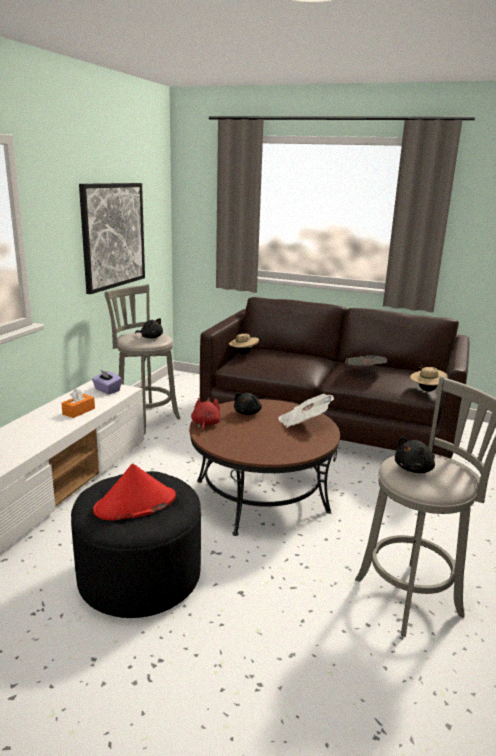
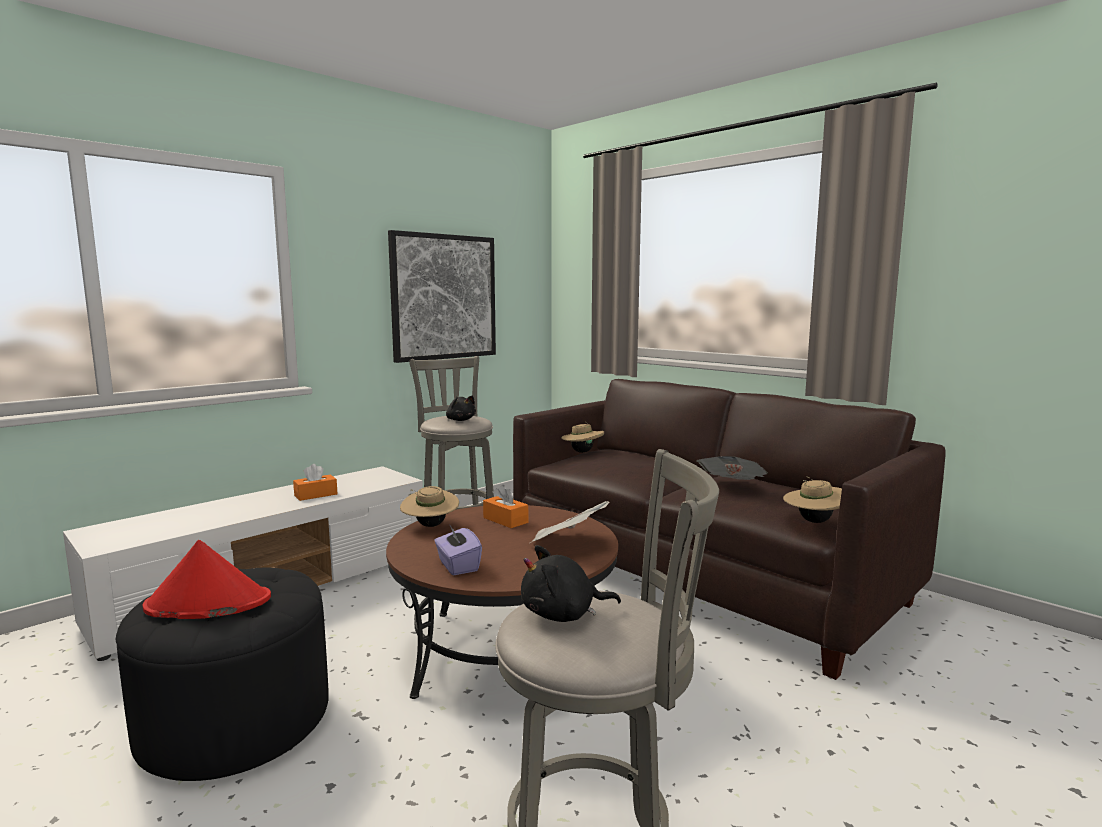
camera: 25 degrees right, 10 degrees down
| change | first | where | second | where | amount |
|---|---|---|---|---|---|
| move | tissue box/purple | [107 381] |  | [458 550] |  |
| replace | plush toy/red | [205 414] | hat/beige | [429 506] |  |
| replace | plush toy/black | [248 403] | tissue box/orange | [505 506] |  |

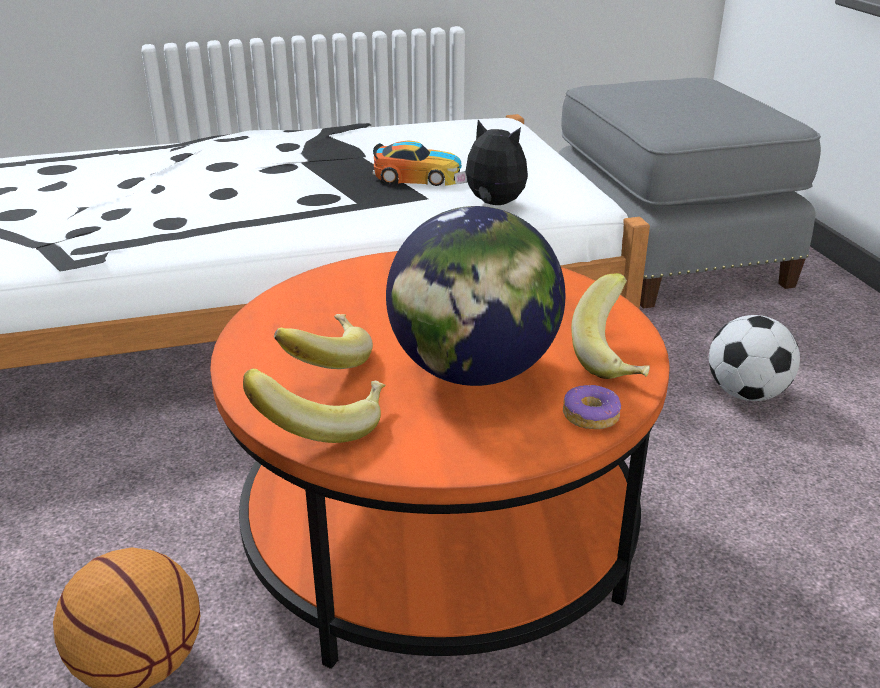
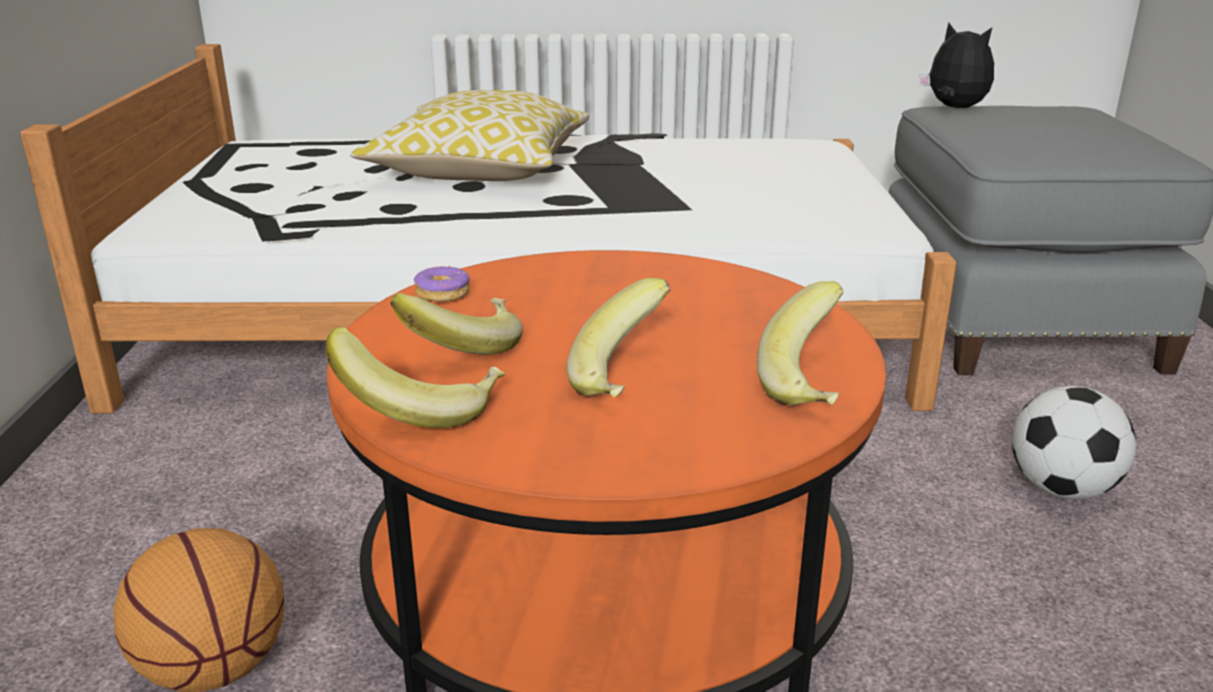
camera: 15 degrees right, 5 degrees down
| change | first | where | second | where | amount |
|---|---|---|---|---|---|
| delete | toy car | [417 163] |  |  |  |
| replace | globe | [476 296] | banana | [618 338] |  |
| move | plush toy | [491 162] |  | [956 65] |  |
| move | donut | [592 407] |  | [442 284] |  |
| insert |  |  | pillow | [470 135] |  |

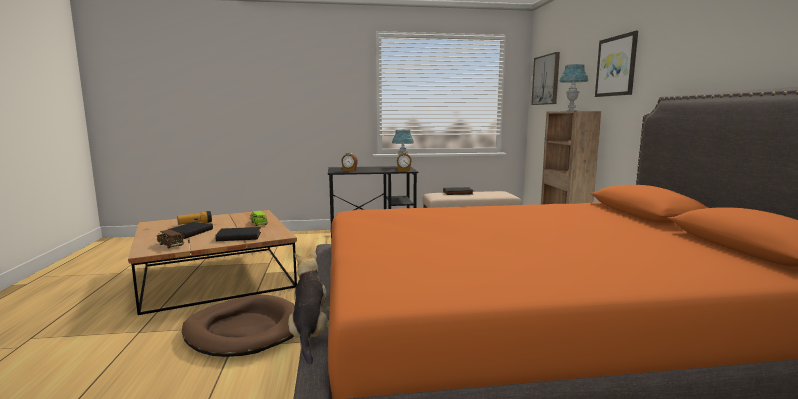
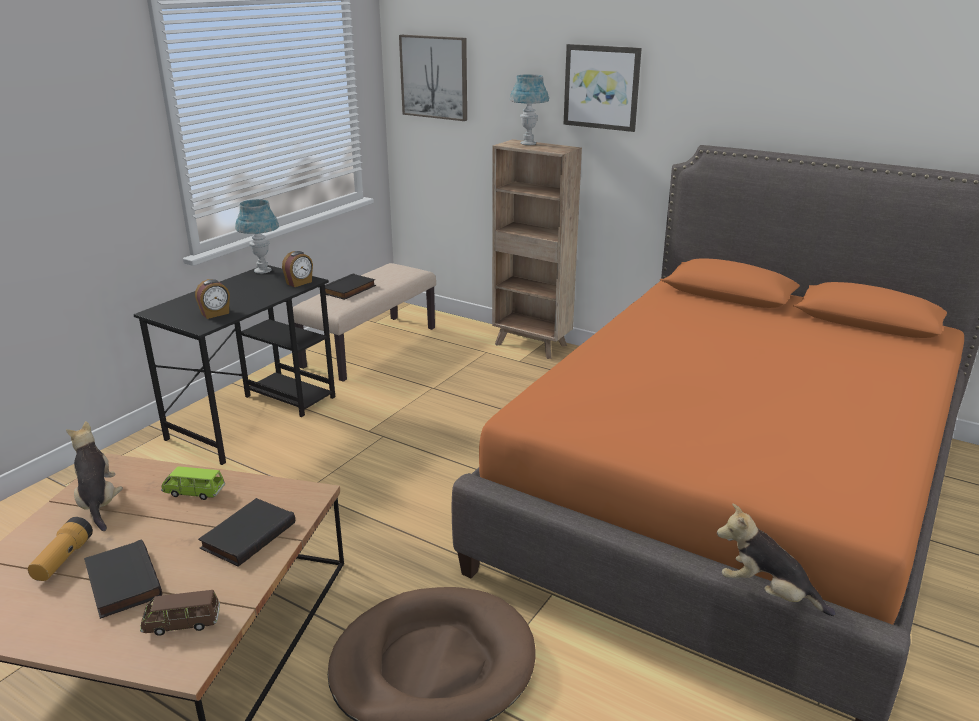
camera: 50 degrees left, 15 degrees up
| change | first | where | second | where | amount |
|---|---|---|---|---|---|
| insert |  |  | plush toy | [94 476] |  |

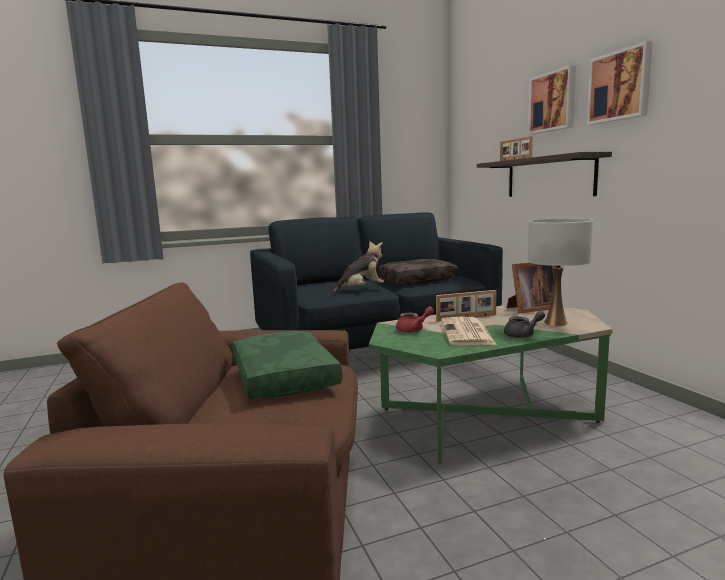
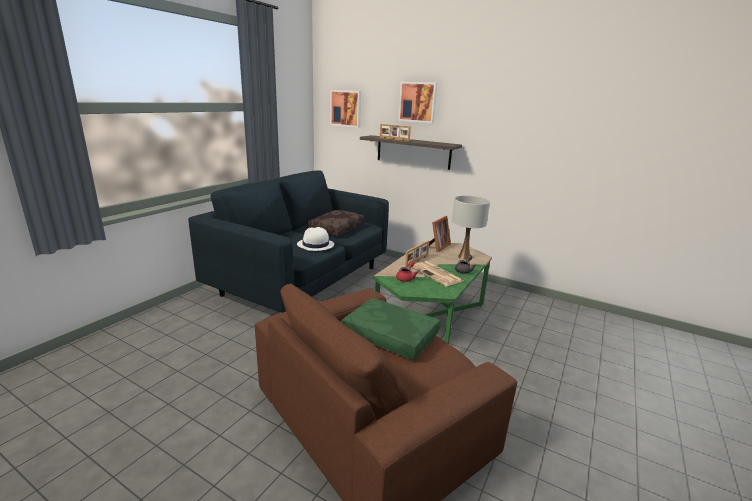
camera: 40 degrees left, 10 degrees up
| change | first | where | second | where | amount |
|---|---|---|---|---|---|
| replace | plush toy | [358 268] | hat/white | [315 239] |  |
| move | picture | [620 83] |  | [345 109] |  |

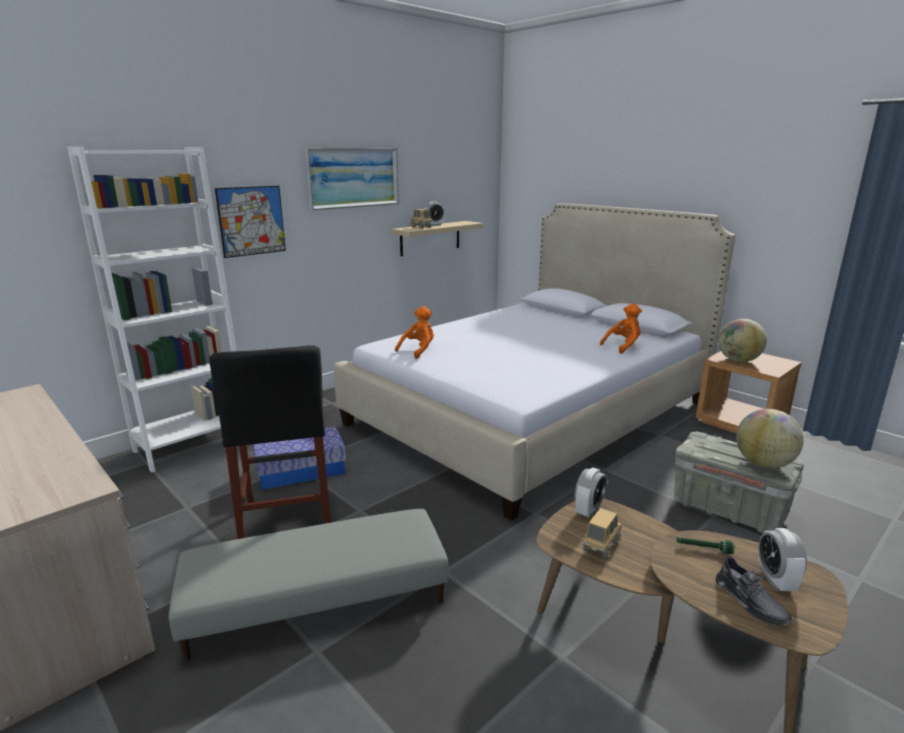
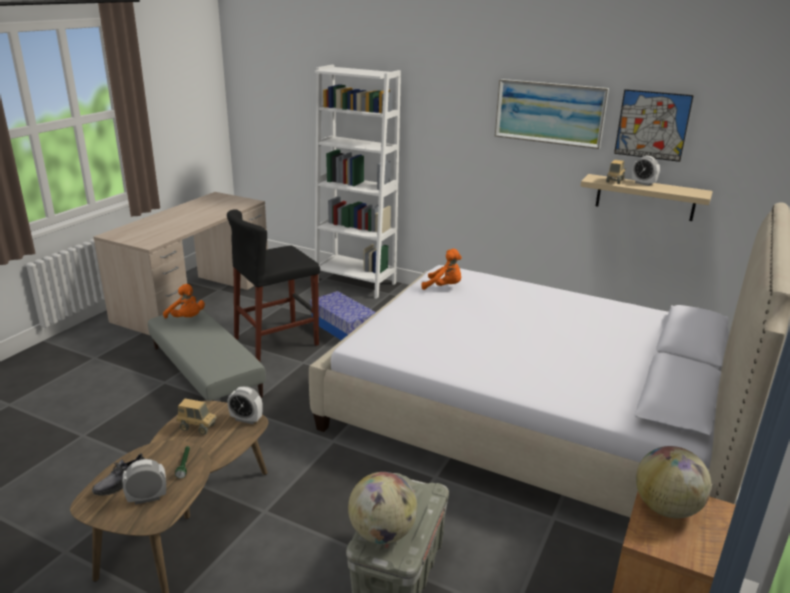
camera: 70 degrees right, 5 degrees up
| change | first | where | second | where | amount |
|---|---|---|---|---|---|
| move | picture | [250 222] |  | [654 125] |  |
| move | plush toy/orange | [621 329] |  | [184 301] |  |

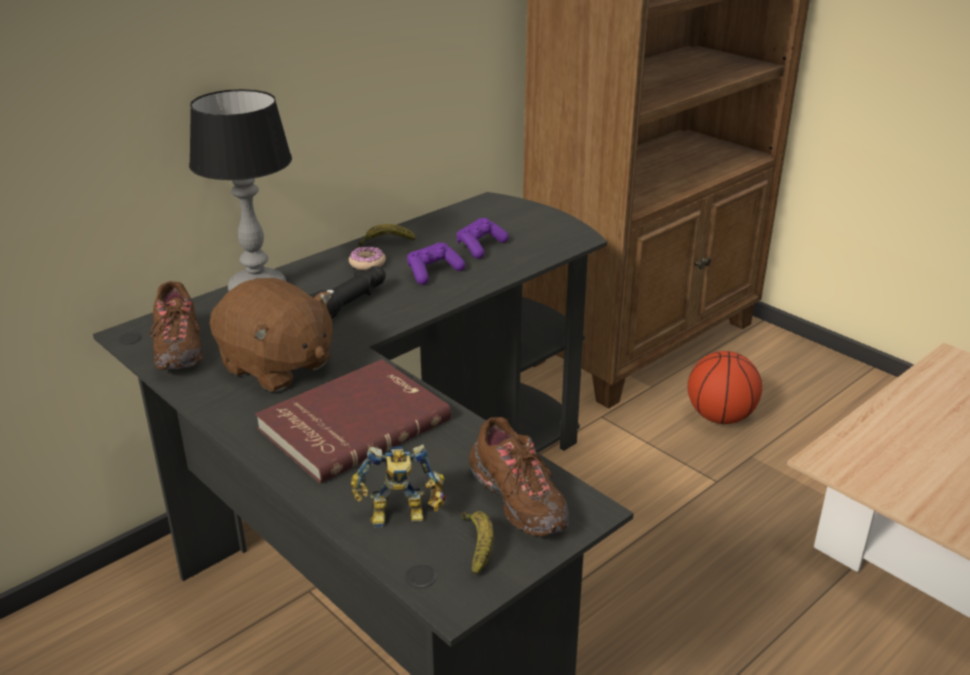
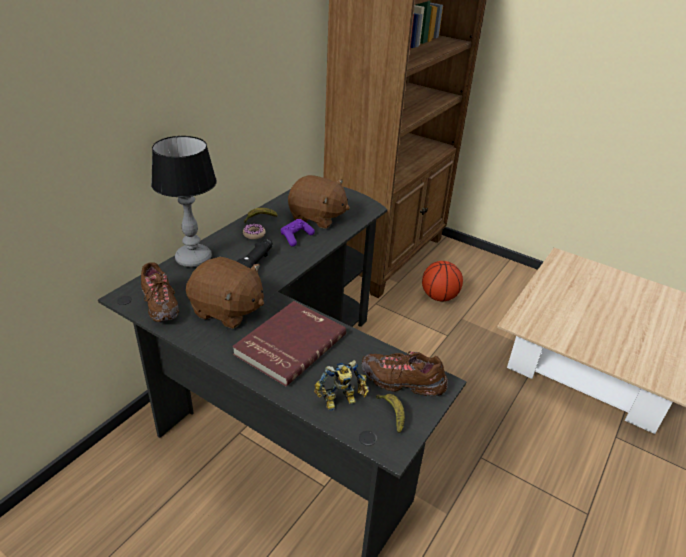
camera: 15 degrees left, 5 degrees up
| change | first | where | second | where | amount |
|---|---|---|---|---|---|
| replace | game controller/purple | [482 238] | plush toy/brown | [319 202] |  |
| rotate | shoe/brown | [519 476] |  | [404 373] | 150 degrees clockwise |

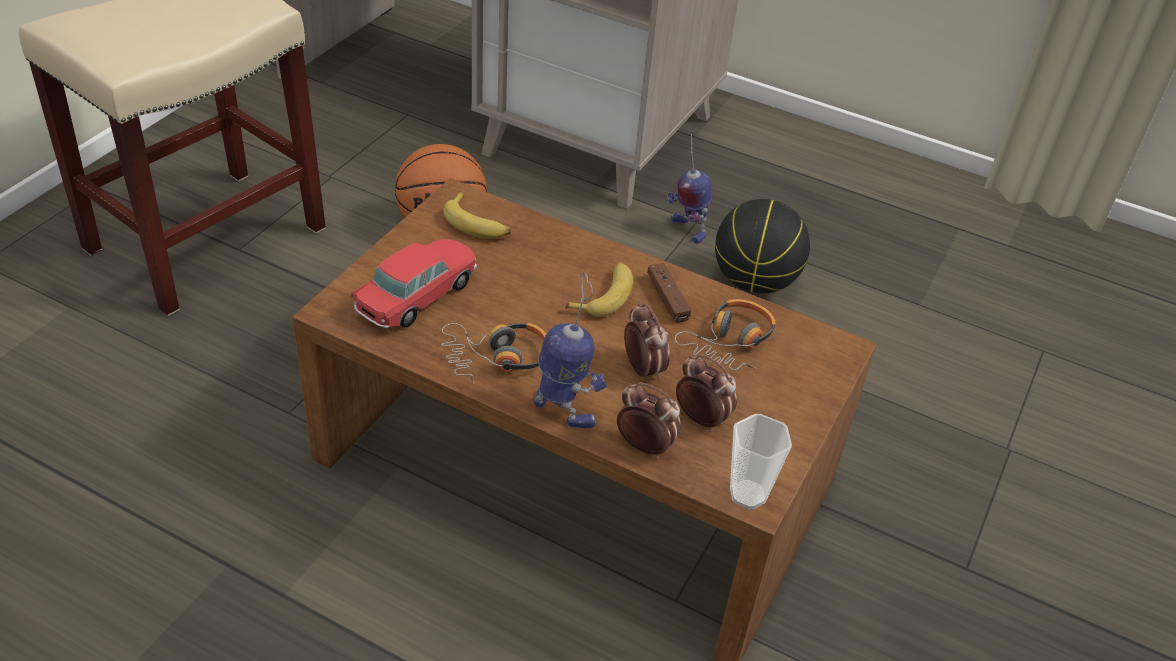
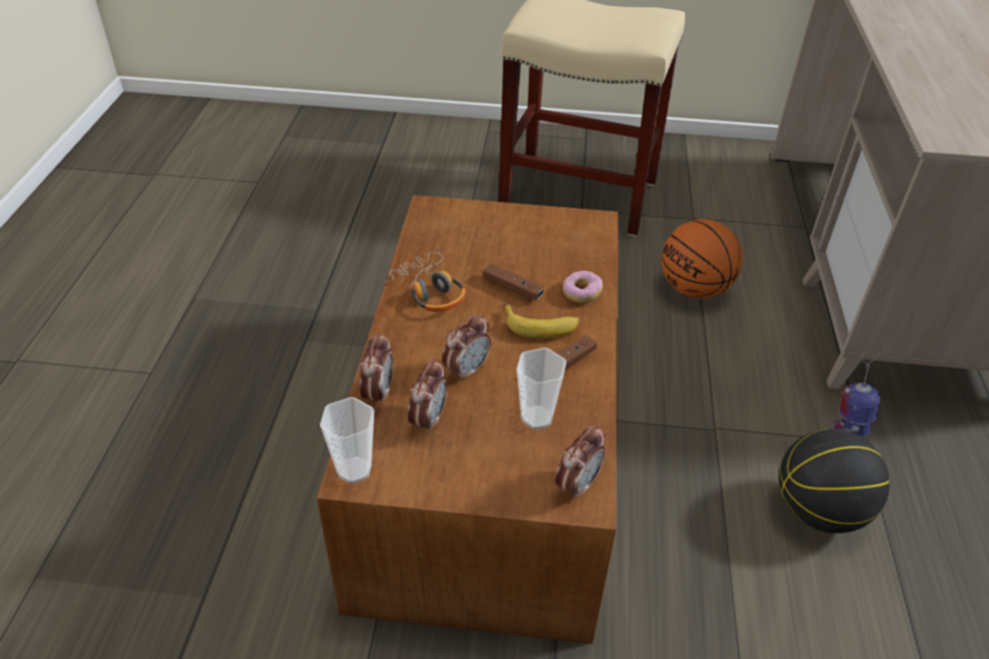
camera: 70 degrees right, 0 degrees up
| change | first | where | second | where | amount |
|---|---|---|---|---|---|
| delete | toy car | [414 283] |  |  |  |
| delete | banana | [477 215] |  |  |  |
| delete | toy robot | [570 350] |  |  |  |
| replace | headphones | [725 334] | cup | [542 389] |  |
| insert |  |  | game controller/brown | [513 281] |  |
| insert |  |  | alarm clock | [580 463] |  |
| insert |  |  | donut | [583 287] |  |

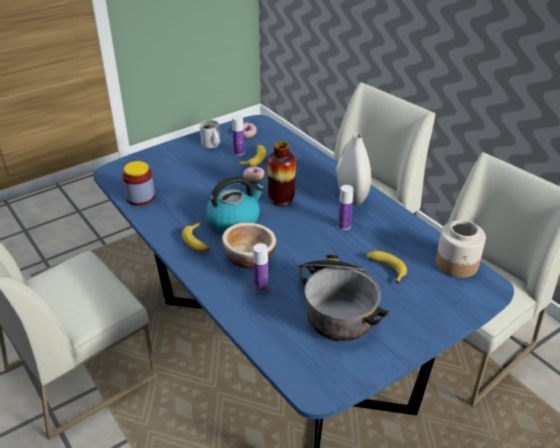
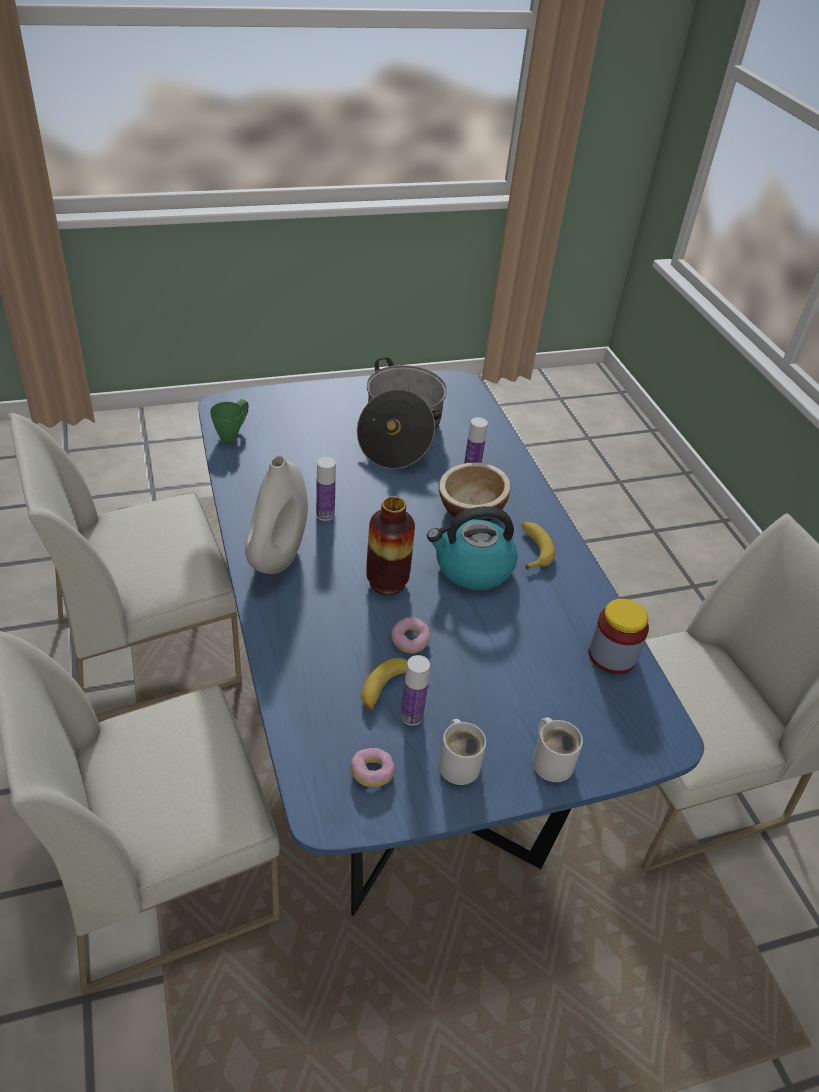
camera: 165 degrees left, 5 degrees up
| change | first | where | second | where | amount |
|---|---|---|---|---|---|
| delete | banana | [386 267] |  |  |  |
| replace | jar | [461 249] | mug/green | [229 420] |  |
| insert |  |  | mug/white | [558 749] |  |

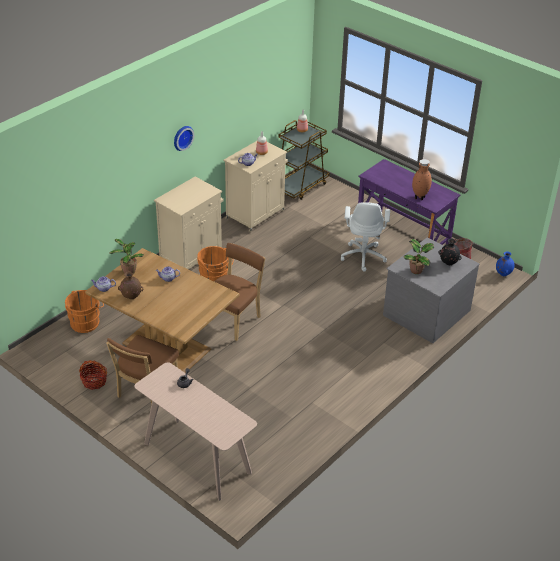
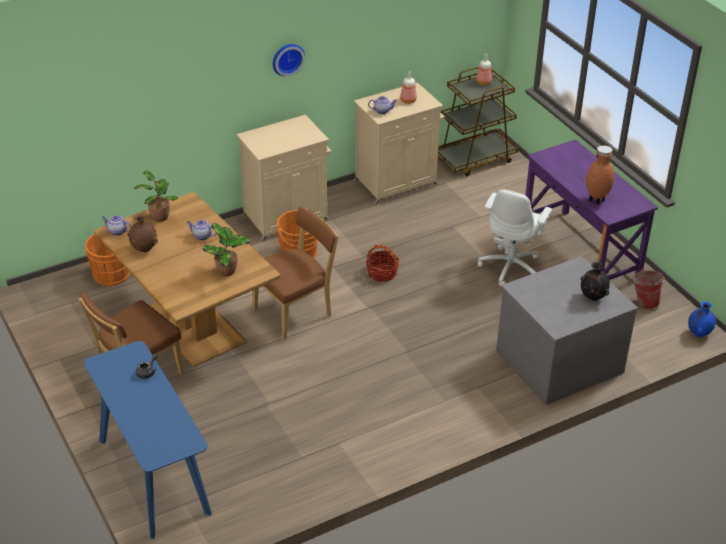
camera: 20 degrees right, 0 degrees up
| change | first | where | second | where | amount |
|---|---|---|---|---|---|
| move | basket | [93 375] |  | [382 263] |  |
| recolor | console table/beige | [195 431] | console table/blue | [148 440] |  |
| move | potted plant | [419 256] |  | [226 249] |  |

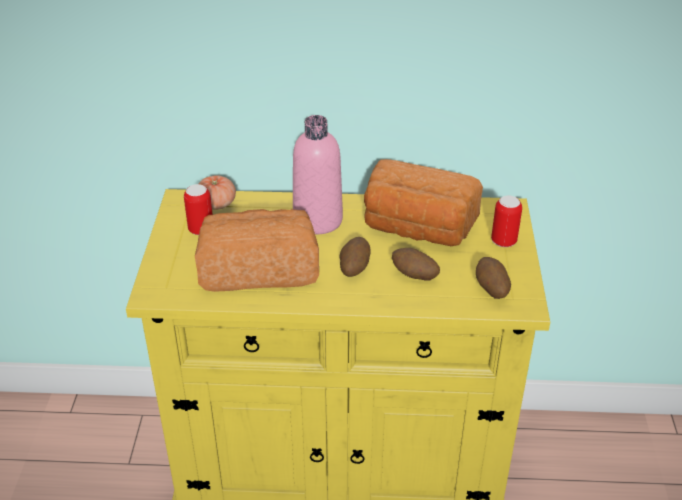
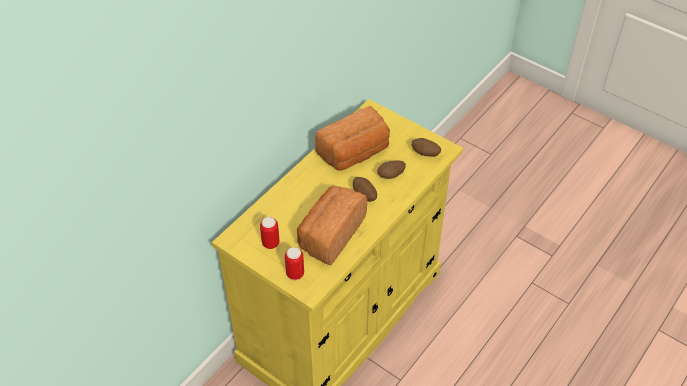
camera: 55 degrees left, 10 degrees up
| change | first | where | second | where | amount |
|---|---|---|---|---|---|
| delete | tomato | [217 192] |  |  |  |
| delete | bottle/pink | [318 174] |  |  |  |
| move | can | [506 221] |  | [294 263] |  |

